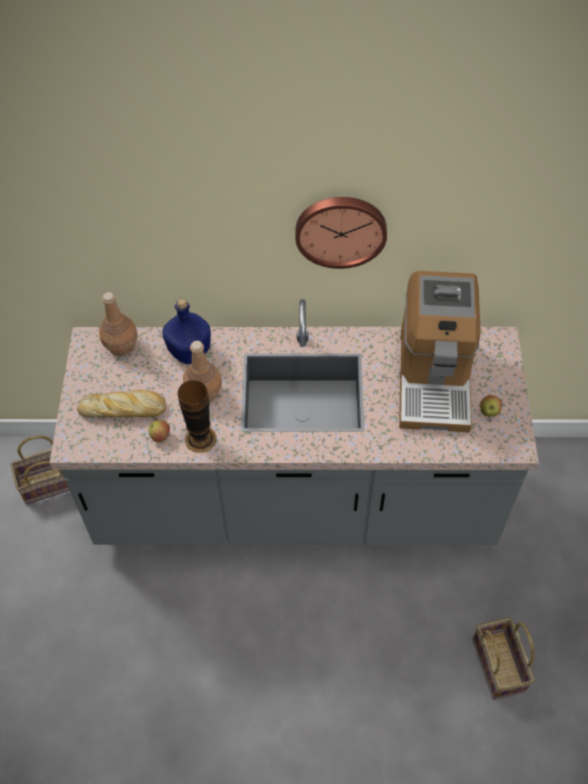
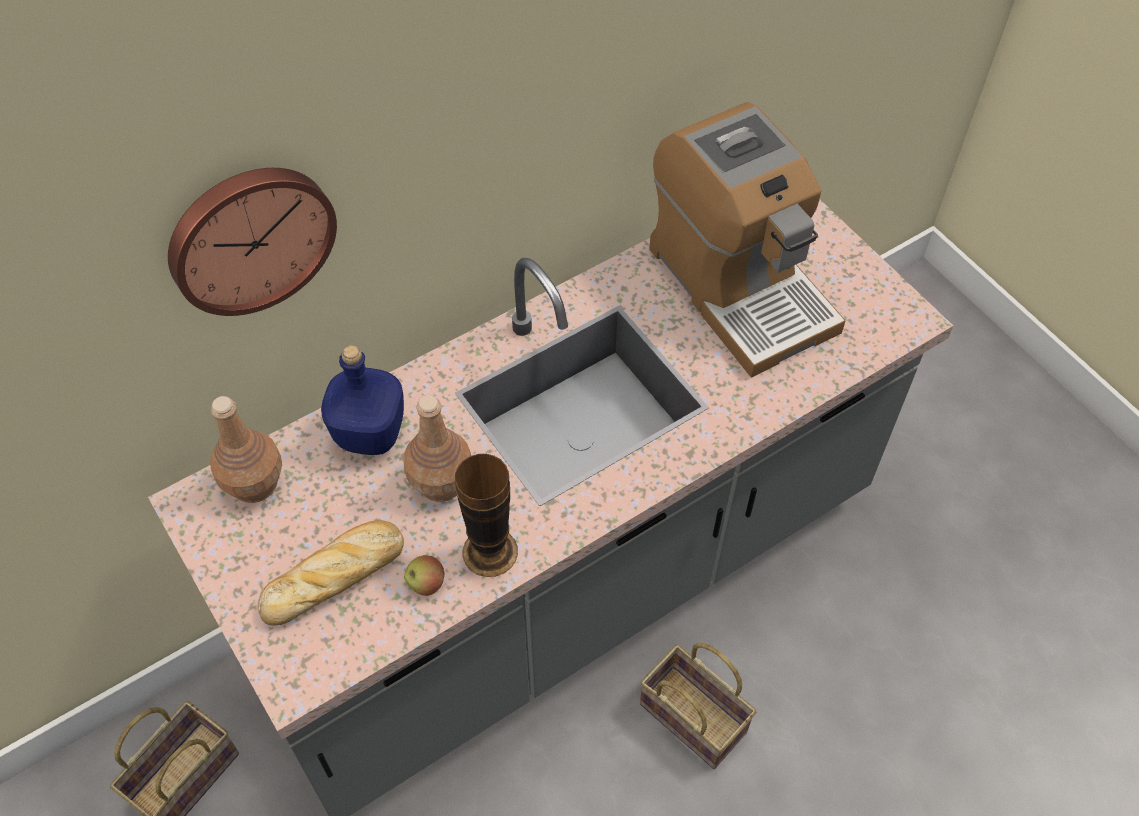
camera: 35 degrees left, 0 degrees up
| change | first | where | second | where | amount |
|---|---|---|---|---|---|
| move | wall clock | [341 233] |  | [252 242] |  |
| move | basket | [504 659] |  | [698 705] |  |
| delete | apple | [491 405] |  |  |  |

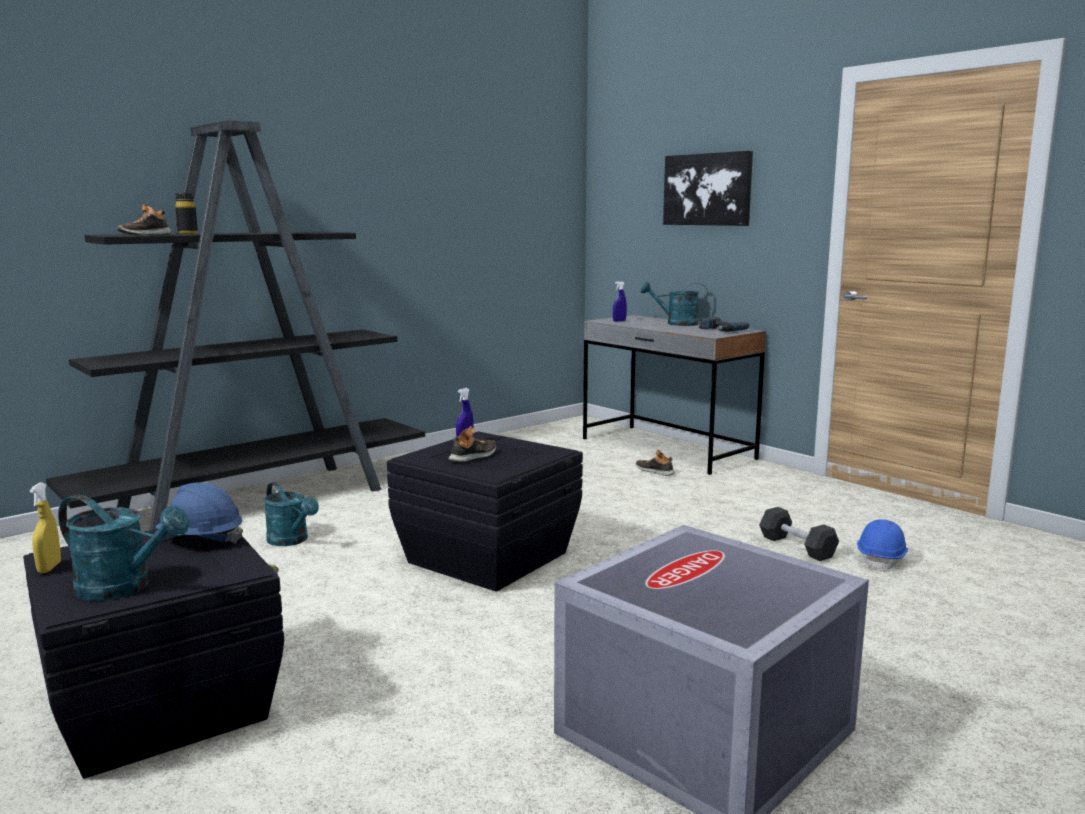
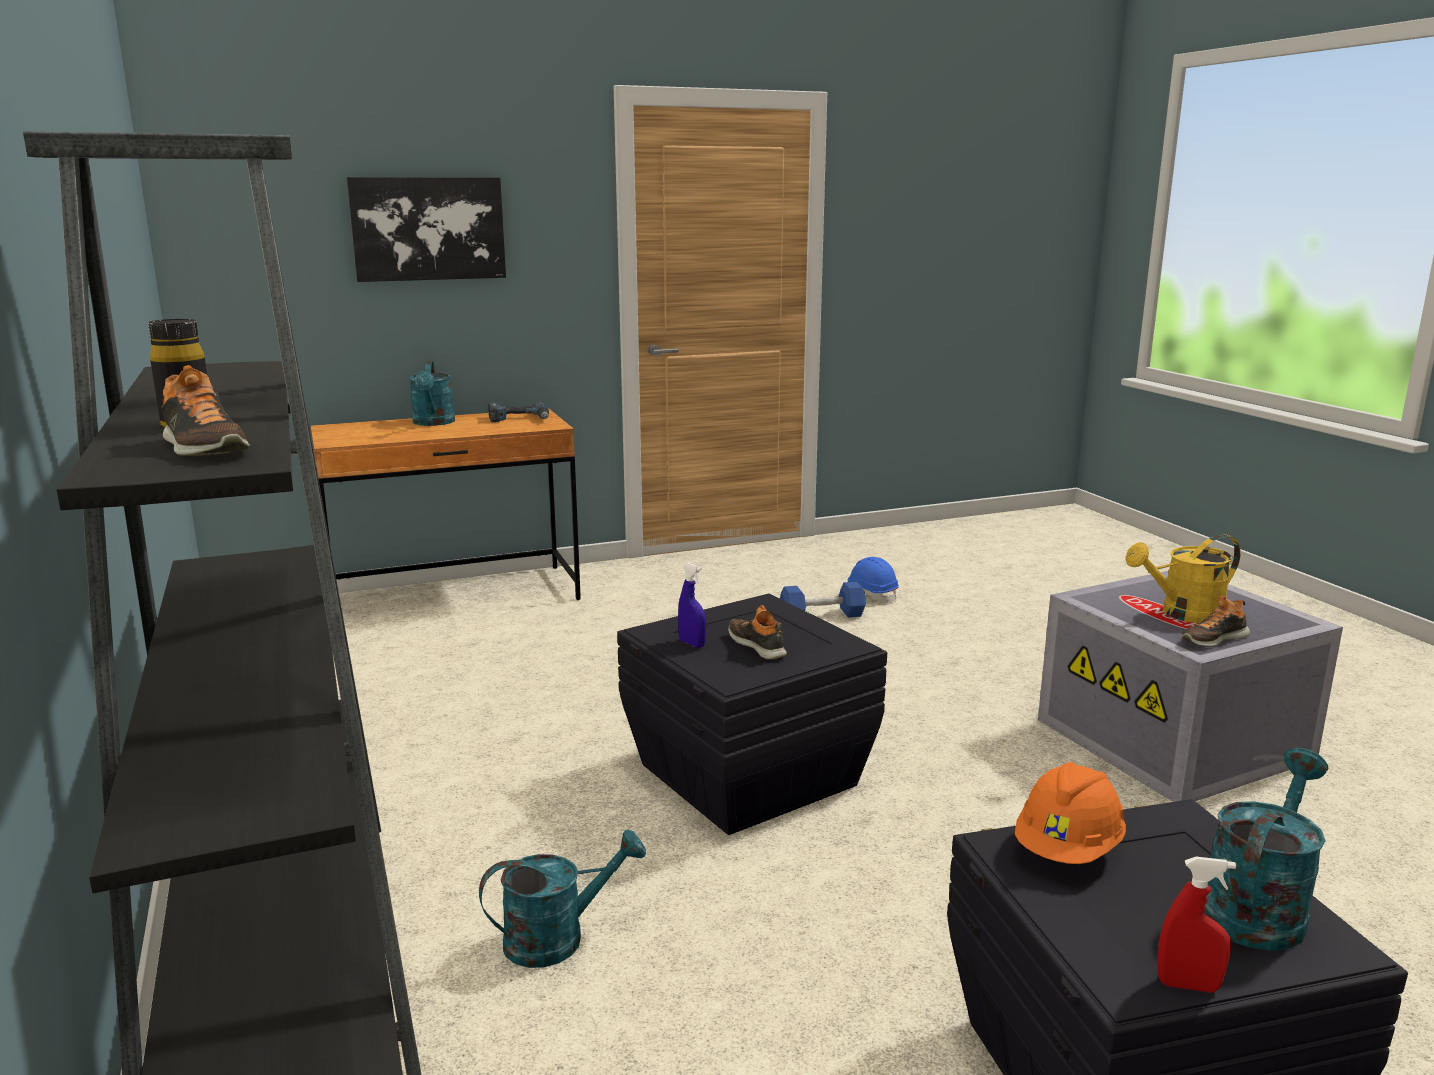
camera: 70 degrees left, 5 degrees up
| change | first | where | second | where | amount |
|---|---|---|---|---|---|
| recolor | spray bottle/yellow | [45 527] | spray bottle/red | [1197 925] |  |
| recolor | hard hat/blue | [198 513] | hard hat/orange | [1070 813] |  |
| recolor | desk/grey | [674 395] | desk/brown | [446 504] |  |
| delete | spray bottle/blue | [620 301] |  |  |  |
| move | shoe | [655 463] |  | [1216 621] |  |
| rotate | watering can/turquoise | [674 304] |  | [432 393] | 45 degrees counterclockwise |
| recolor | dumbbell/black | [799 534] | dumbbell/blue | [823 600] |  |
| insert |  |  | watering can/yellow | [1183 578] |  |

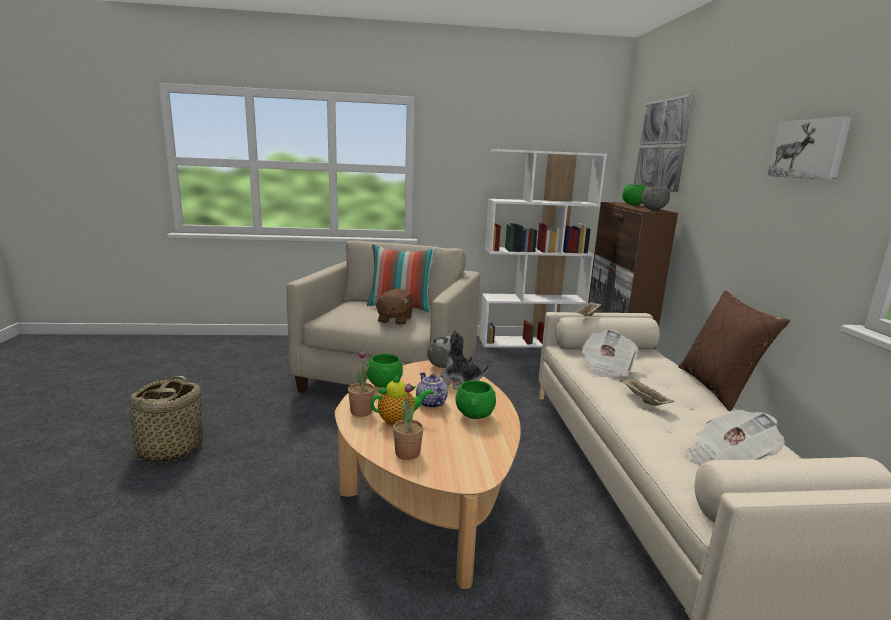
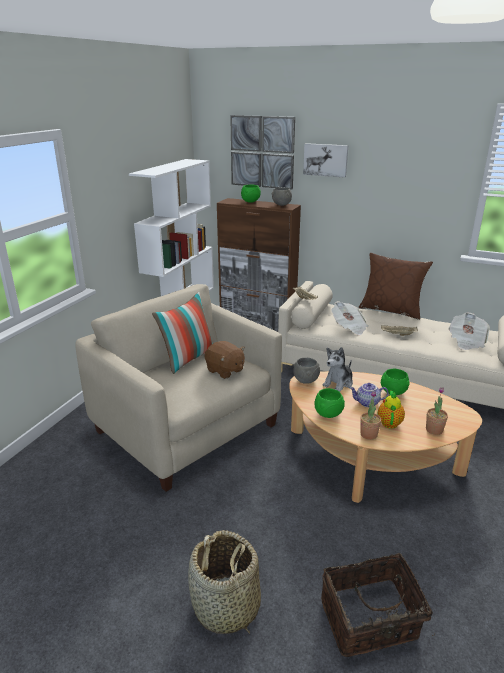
camera: 60 degrees left, 10 degrees up
| change | first | where | second | where | amount |
|---|---|---|---|---|---|
| move | picture | [809 148] |  | [326 160] |  |
| insert |  |  | basket | [378 605] |  |

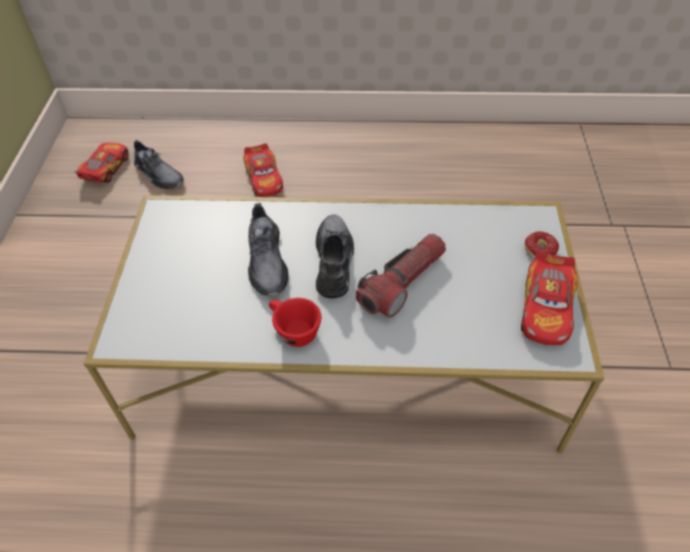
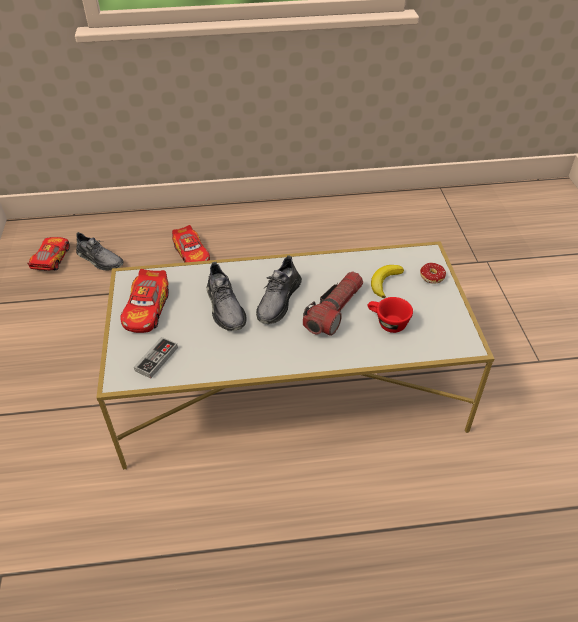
camera: 10 degrees left, 5 degrees down
| change | first | where | second | where | amount |
|---|---|---|---|---|---|
| move | cup/red | [295 322] |  | [390 315] |  |
| rotate | shoe/grey | [335 256] |  | [279 289] | 150 degrees counterclockwise |
| move | toy car | [549 298] |  | [145 301] |  |
| insert |  |  | game controller | [156 358] |  |
| insert |  |  | banana | [387 281] |  |

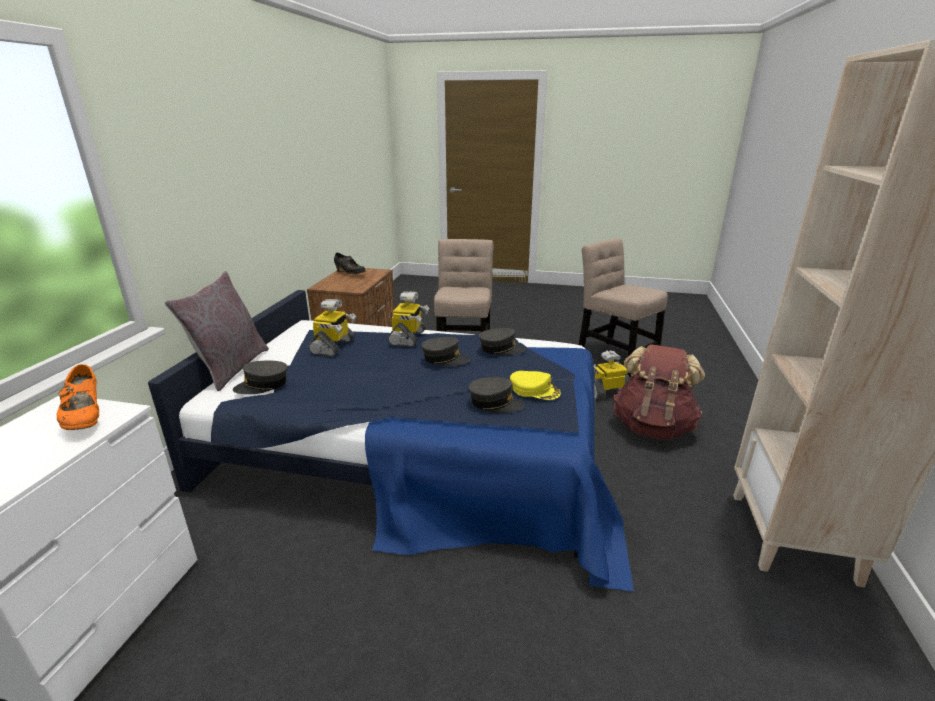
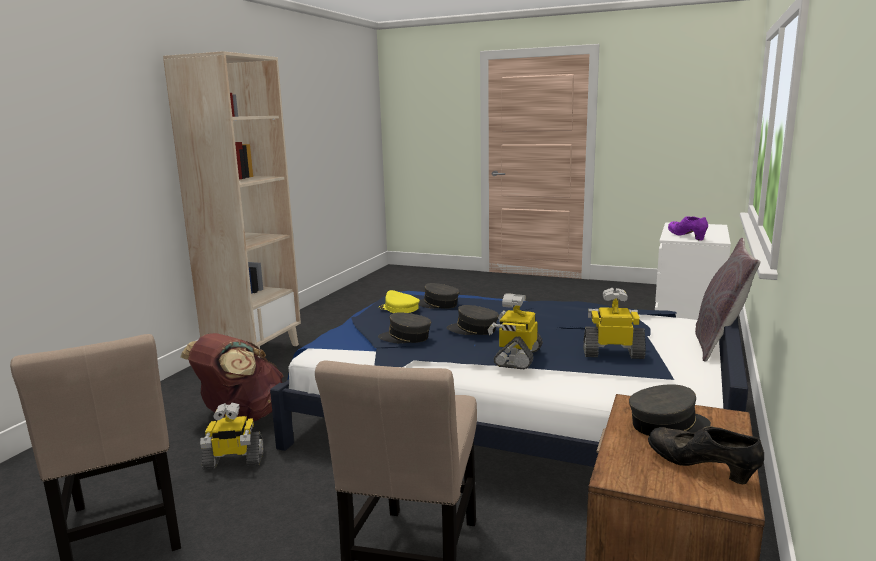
camera: 170 degrees left, 10 degrees down
| change | first | where | second | where | amount |
|---|---|---|---|---|---|
| recolor | shoe/orange | [78 397] | shoe/purple | [688 228] |  |
| move | cap/grey | [260 377] |  | [670 410] |  |
| rotate | toy robot | [332 328] |  | [614 323] | 75 degrees clockwise |

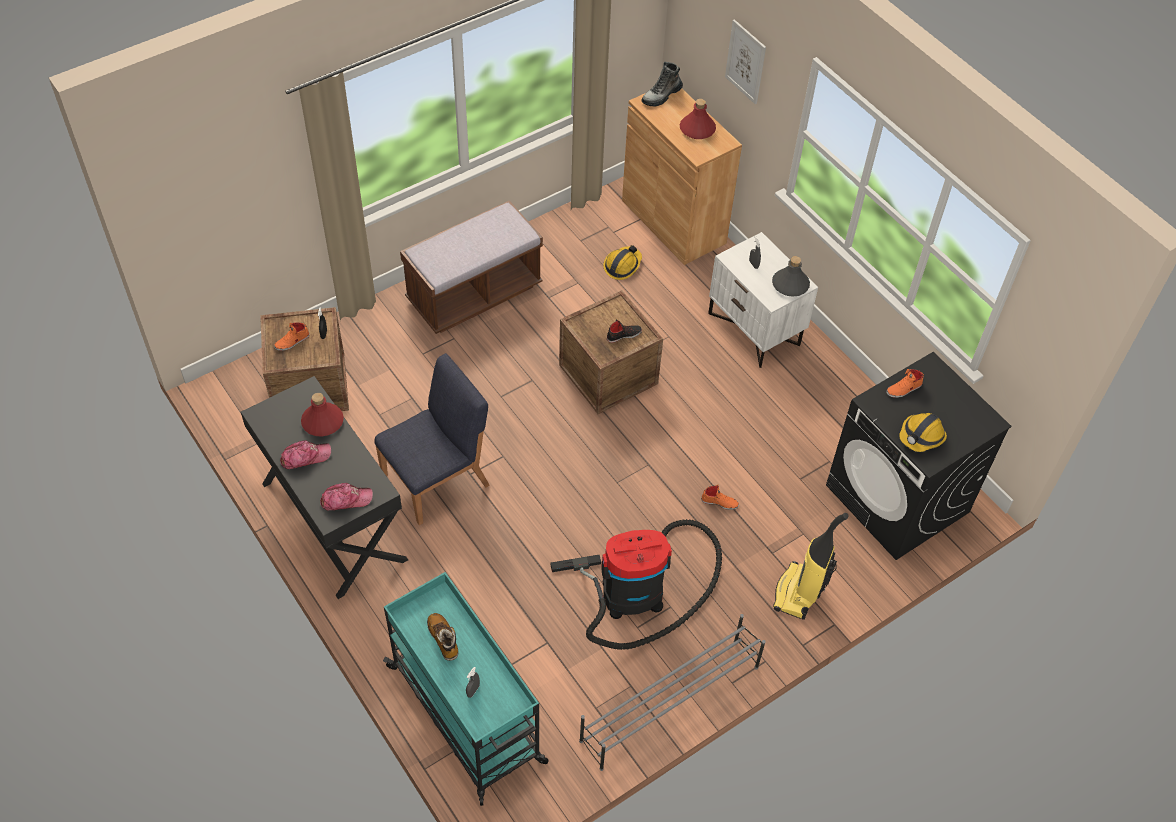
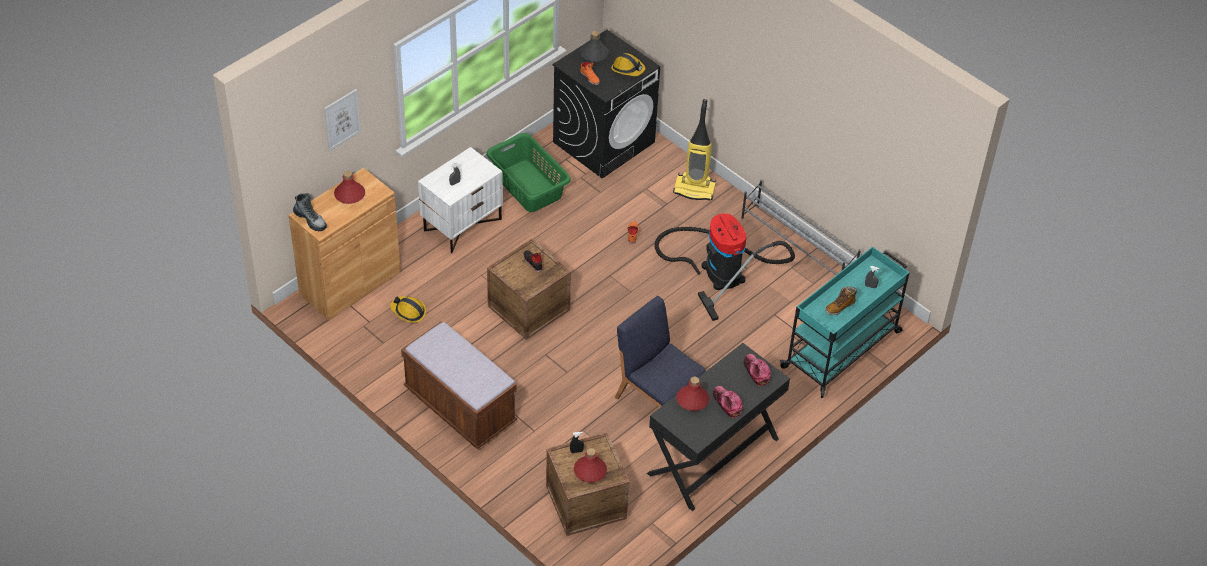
camera: 100 degrees left, 5 degrees down
| change | first | where | second | where | amount |
|---|---|---|---|---|---|
| replace | shoe/orange | [291 336] | bottle/red | [590 465] |  |
| move | bottle/grey | [791 276] |  | [594 46] |  |
| insert |  |  | laundry basket/green | [528 172] |  |

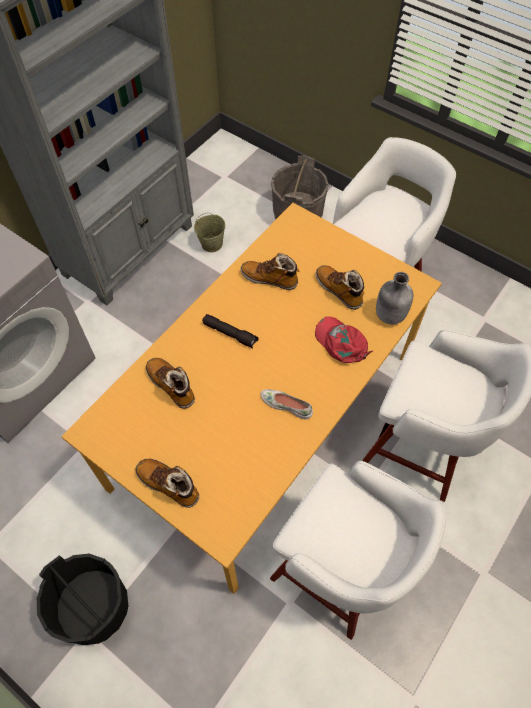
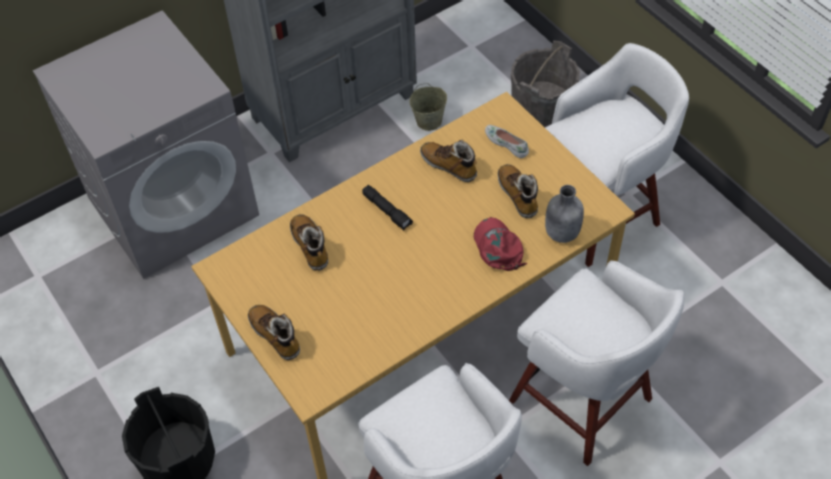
camera: 20 degrees right, 5 degrees down
| change | first | where | second | where | amount |
|---|---|---|---|---|---|
| move | shoe/white | [287 404] |  | [507 141] |  |

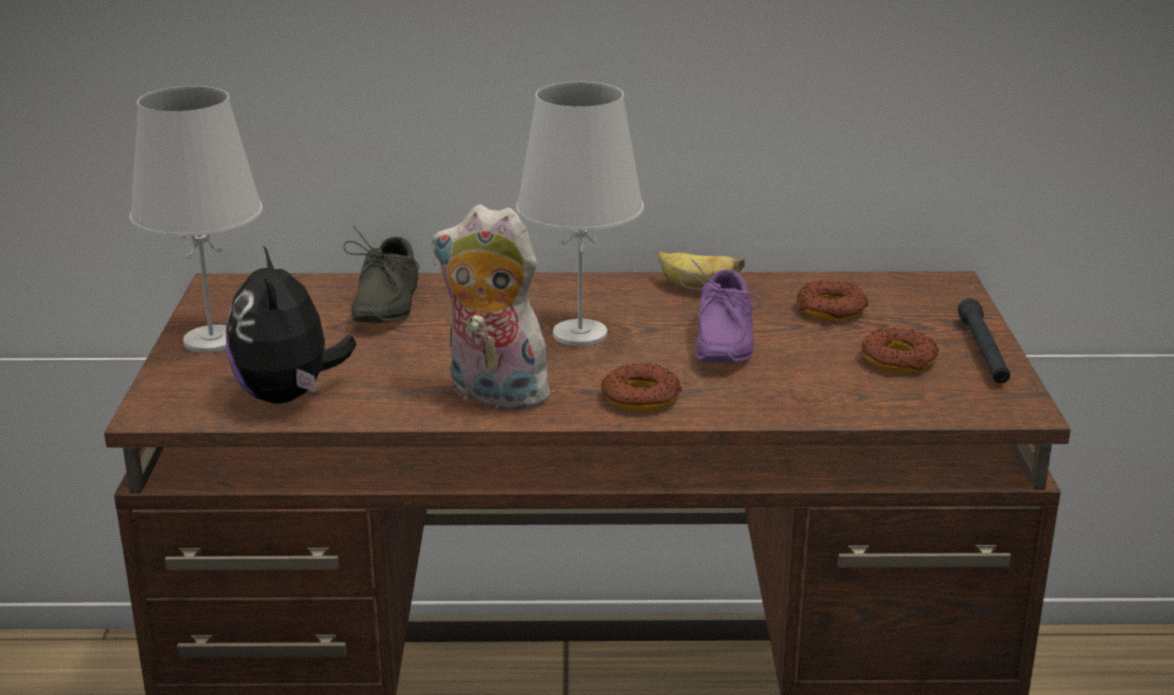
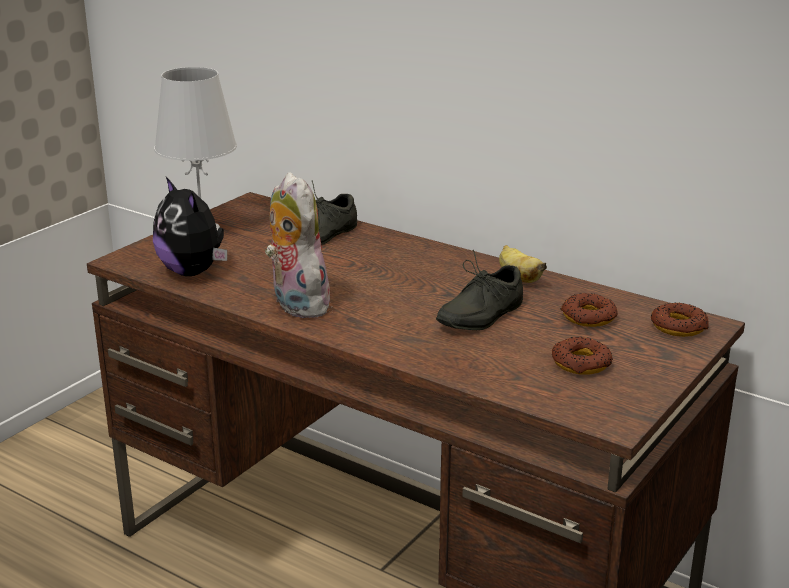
camera: 35 degrees right, 0 degrees up
| change | first | where | second | where | amount |
|---|---|---|---|---|---|
| rotate | plush toy | [291 324] |  | [190 226] | 60 degrees counterclockwise |
| delete | table lamp/white | [580 214] |  |  |  |
| move | donut | [641 387] |  | [680 320] |  |
| recolor | shoe/purple | [720 311] | shoe/grey | [479 290] |  |
| delete | flashlight/black | [984 340] |  |  |  |

